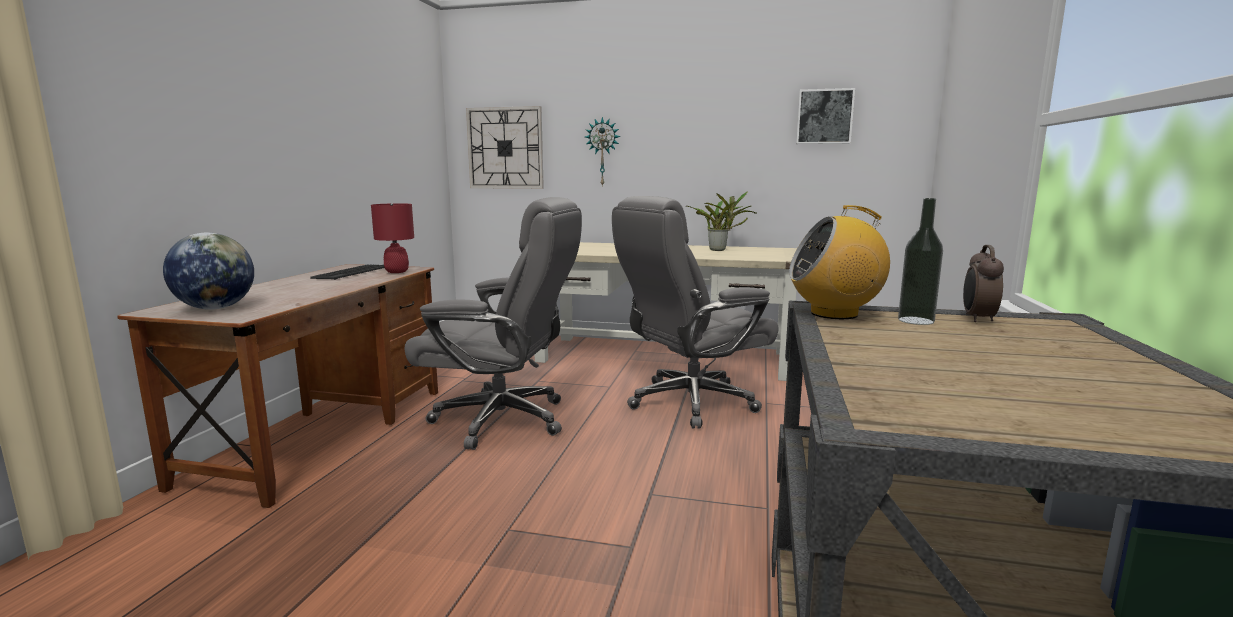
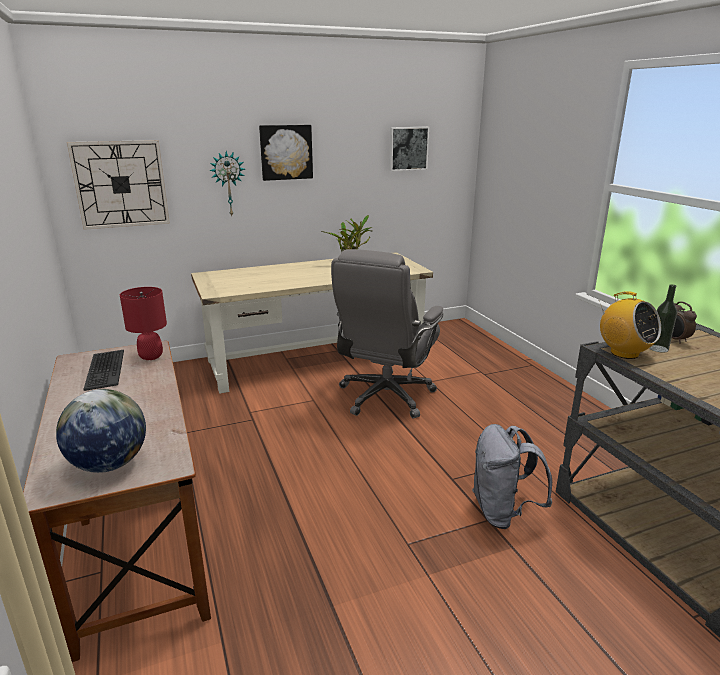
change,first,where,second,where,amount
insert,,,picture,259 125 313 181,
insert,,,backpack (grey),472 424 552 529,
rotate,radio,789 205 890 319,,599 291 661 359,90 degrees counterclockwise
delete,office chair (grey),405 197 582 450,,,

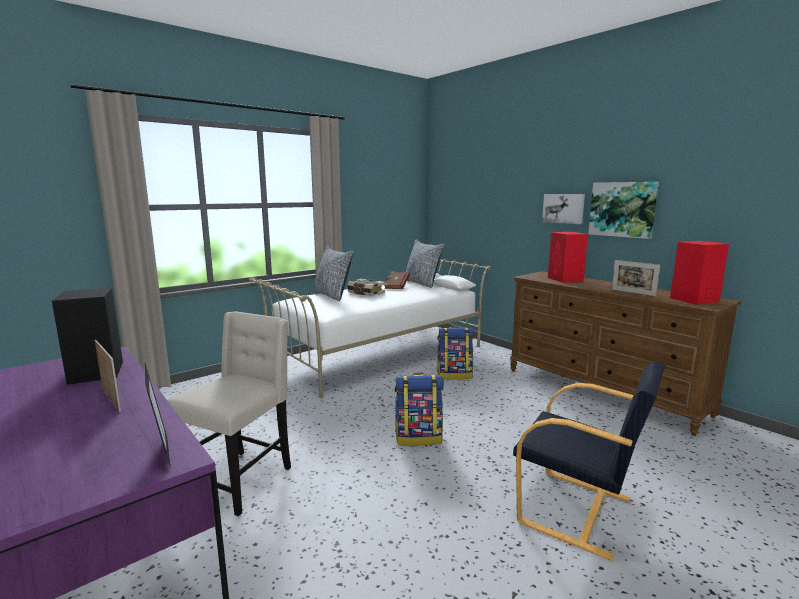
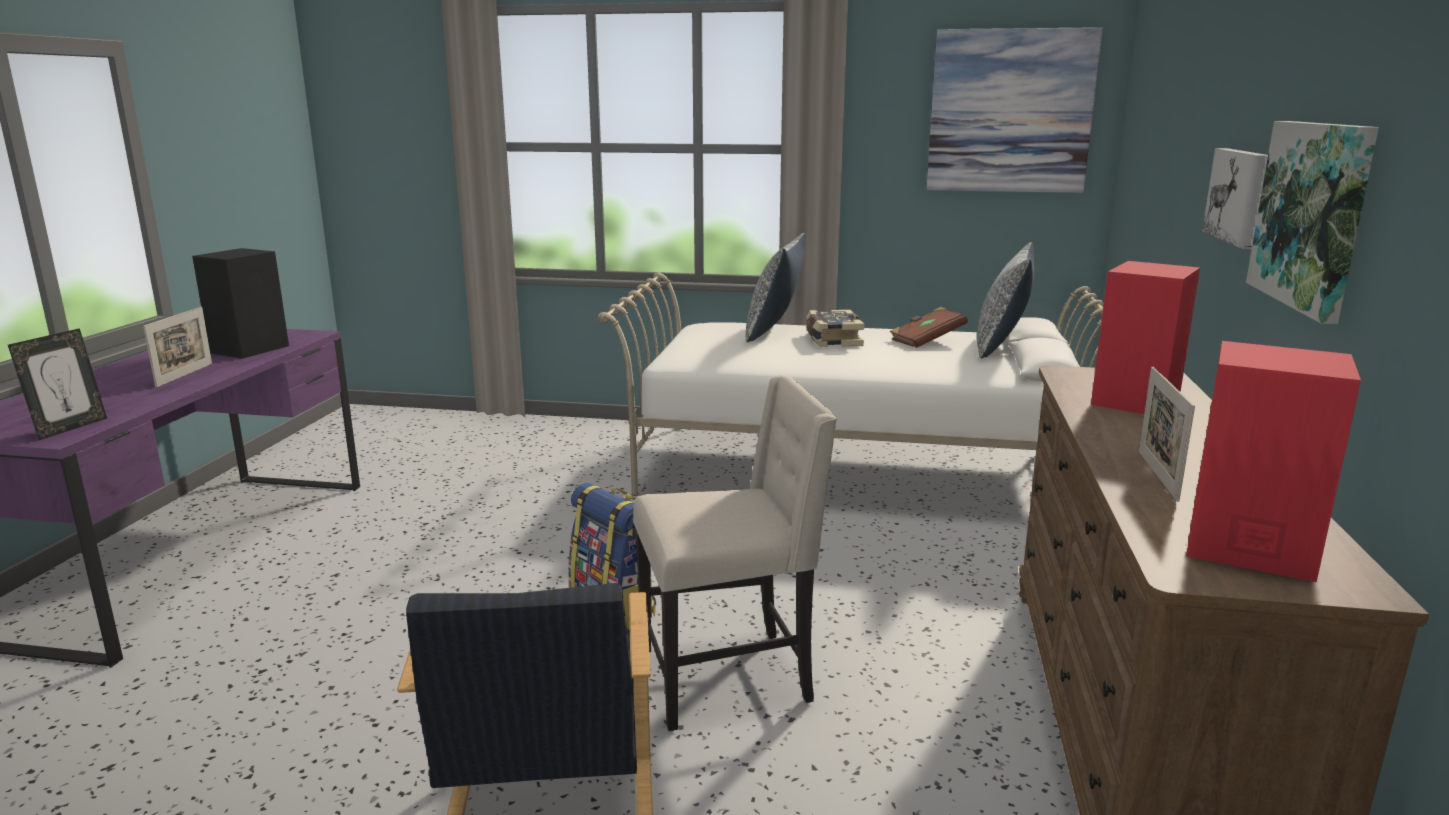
change,first,where,second,where,amount
move,chair (beige),167 311 291 516,,633 375 837 731,
insert,,,picture,927 27 1103 193,
delete,backpack,437 326 474 379,,,

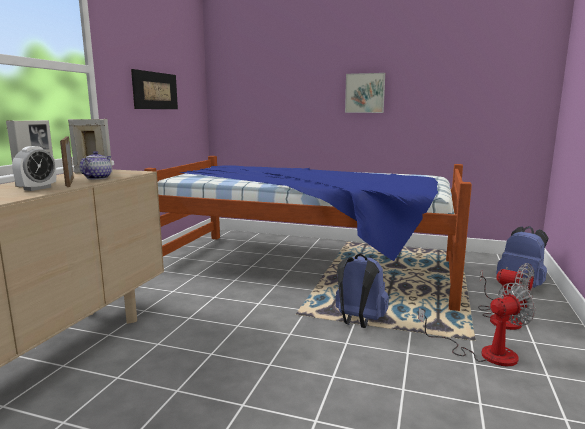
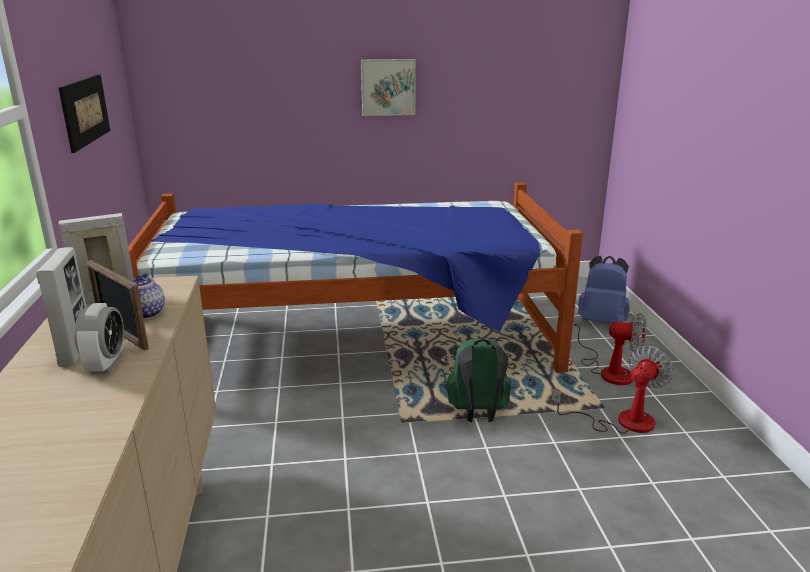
change,first,where,second,where,amount
recolor,backpack (blue),335 254 389 328,backpack (green),447 339 511 422,

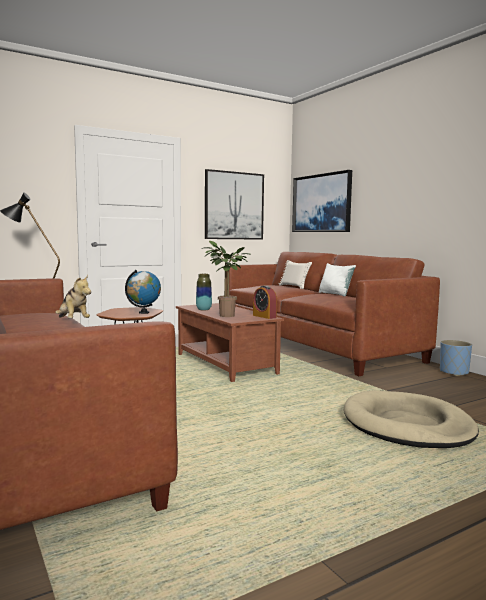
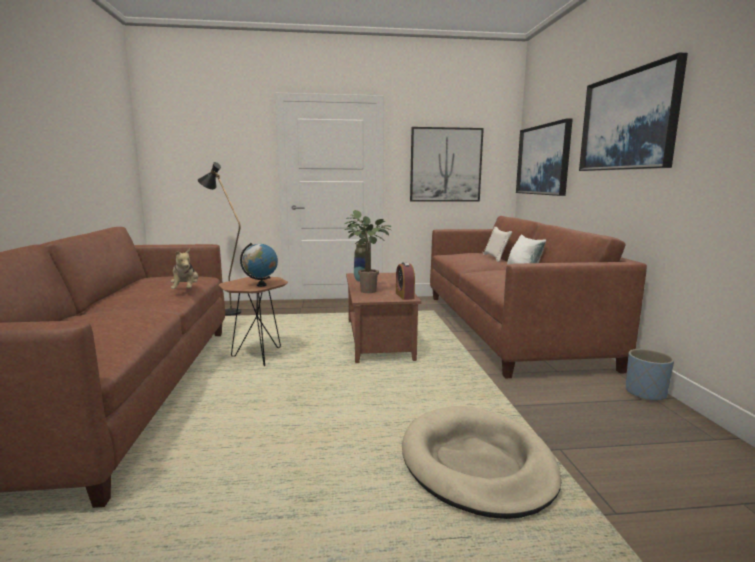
change,first,where,second,where,amount
insert,,,picture,579 53 688 171,

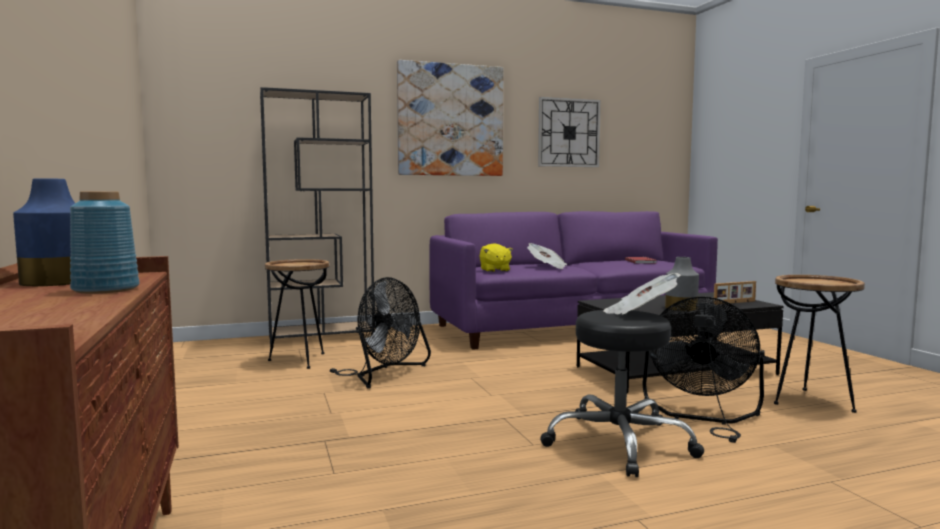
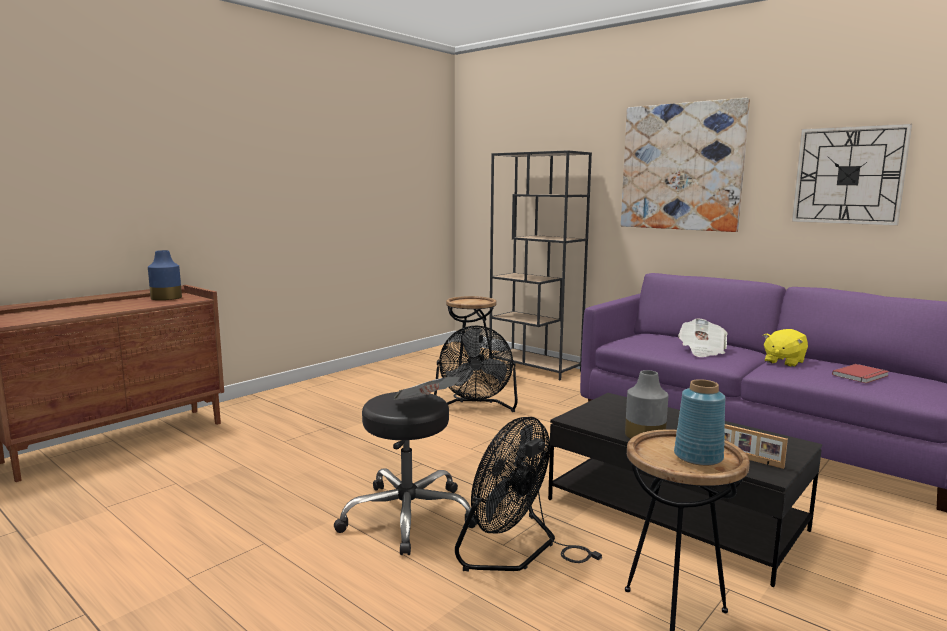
change,first,where,second,where,amount
rotate,fan (black),643 297 765 443,,455 417 603 572,135 degrees counterclockwise
move,vase (blue),70 191 140 294,,674 379 725 466,
move,plush toy (yellow),479 243 513 272,,763 329 808 367,

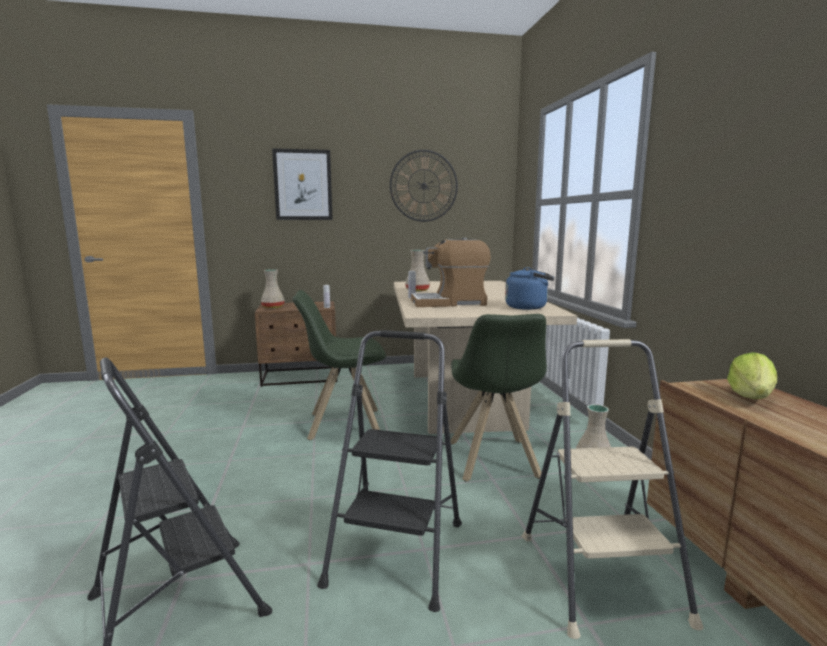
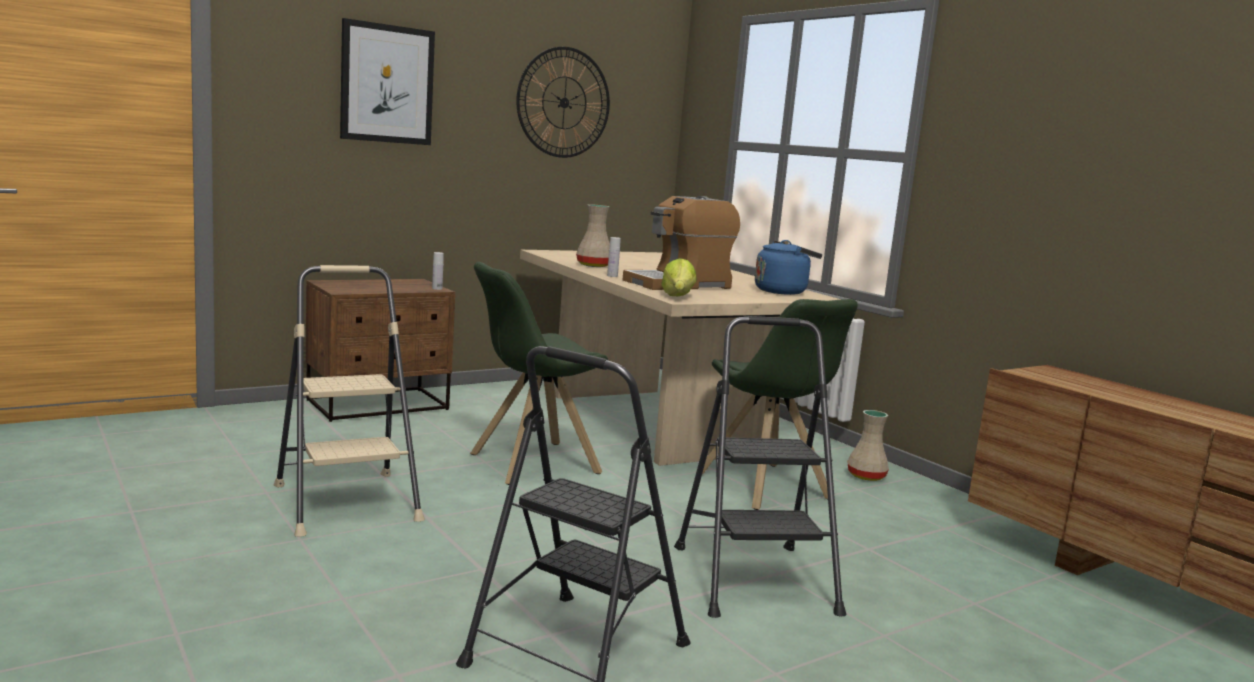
change,first,where,second,where,amount
move,step ladder (beige),522 339 704 639,,273 265 425 537,
move,lettuce,727 352 777 399,,661 258 697 296,
delete,vase (beige),261 269 285 308,,,

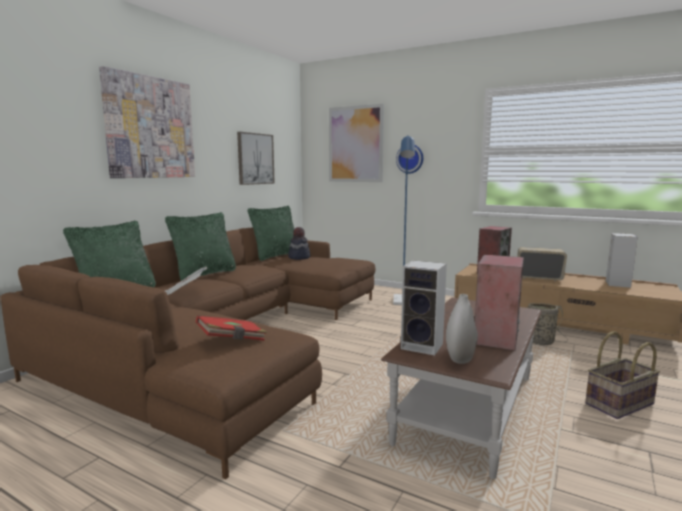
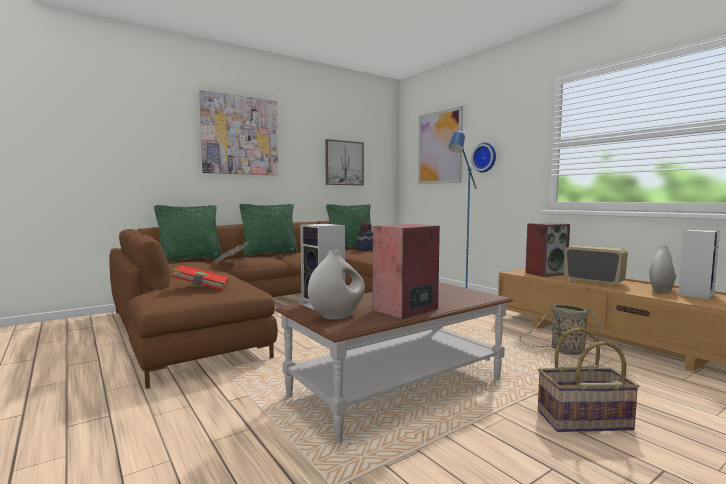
change,first,where,second,where,amount
insert,,,vase (white),649 245 676 292,

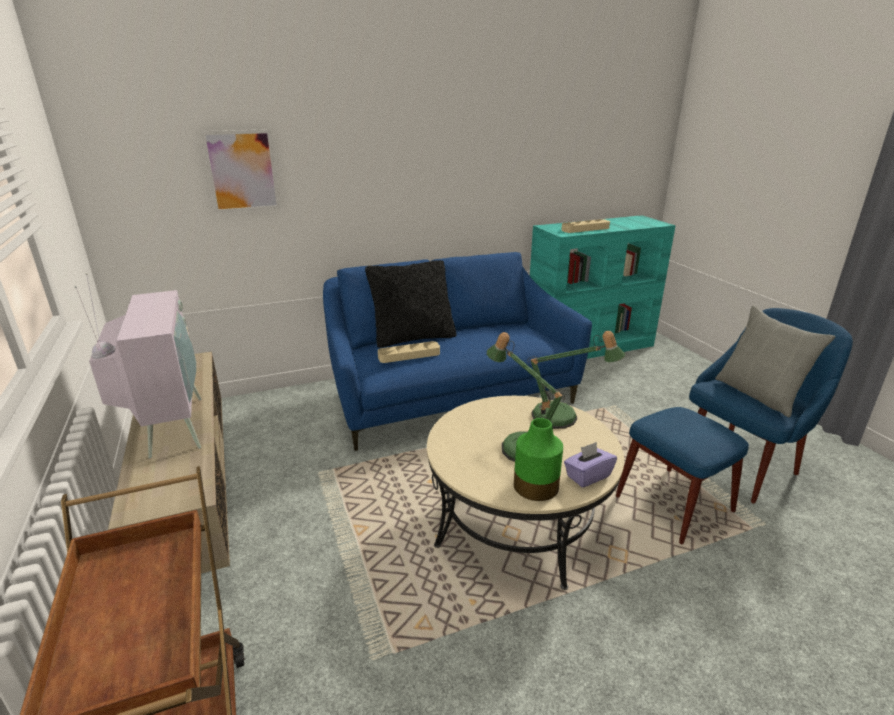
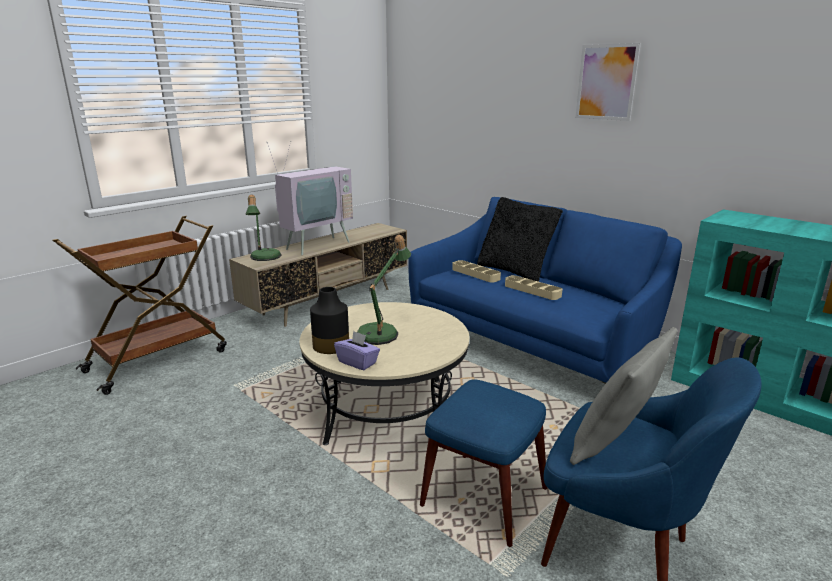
change,first,where,second,where,amount
move,table lamp,527 331 626 429,,246 194 282 261,
recolor,vase (green),514 418 563 501,vase (black),310 287 349 354,
move,tray (beige),561 219 610 233,,505 275 562 300,
move,picture,201 129 281 213,,576 43 641 121,

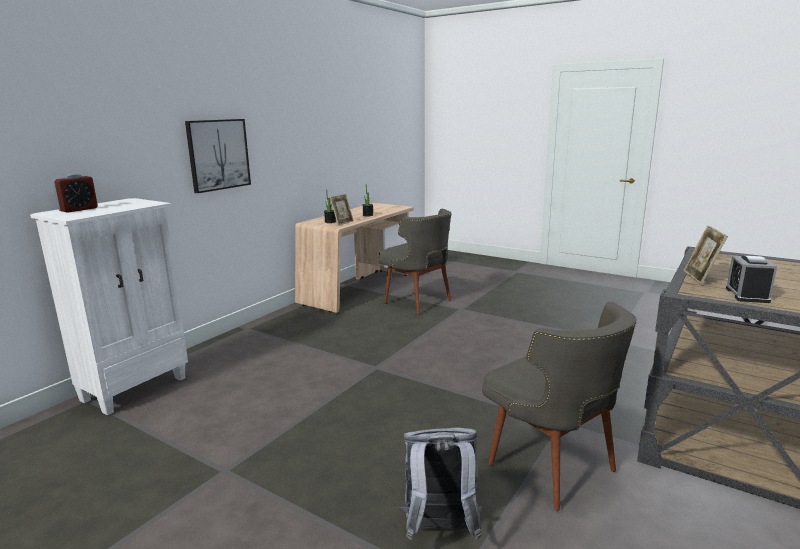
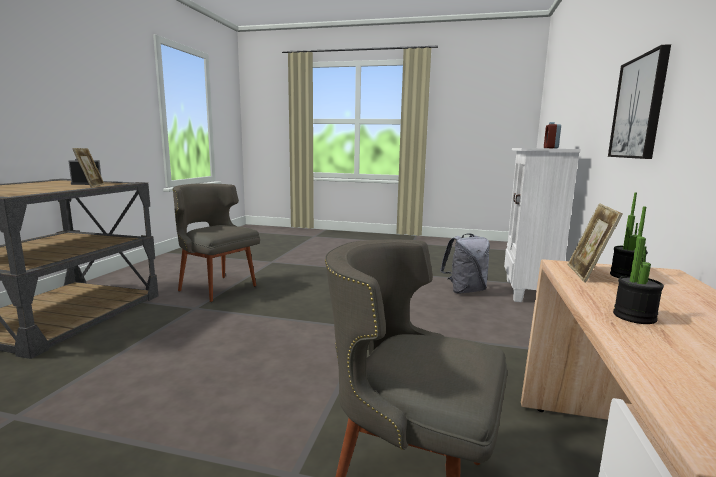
change,first,where,second,where,amount
move,backpack (grey),399 427 483 540,,440 233 490 294,

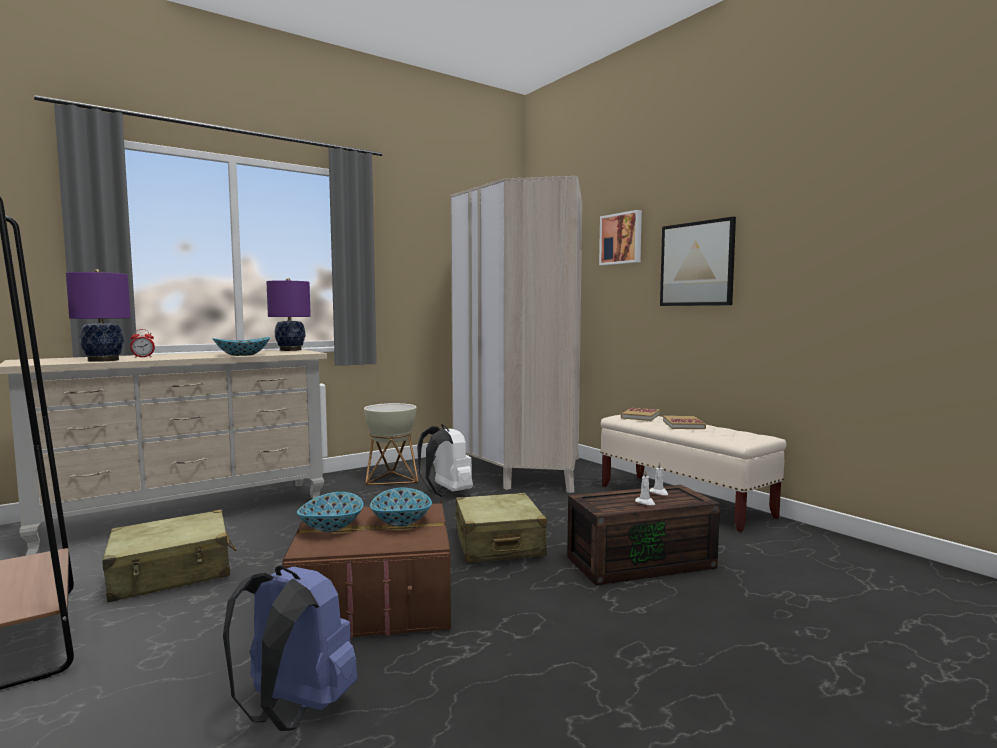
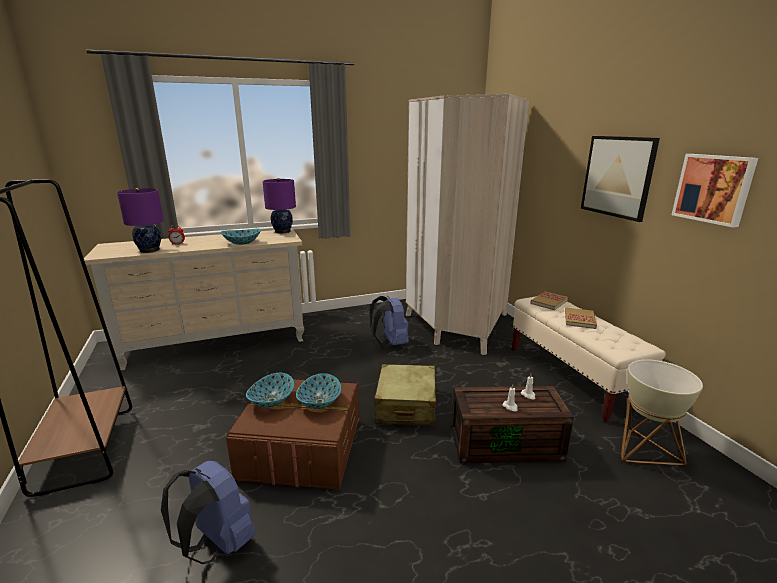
change,first,where,second,where,amount
recolor,backpack (white),417 424 473 497,backpack (blue),369 296 409 347,
move,planter,364 403 418 485,,621 359 703 466,
move,picture,599 210 642 265,,672 154 758 227,
delete,suitcase (beige),102 510 237 602,,,

